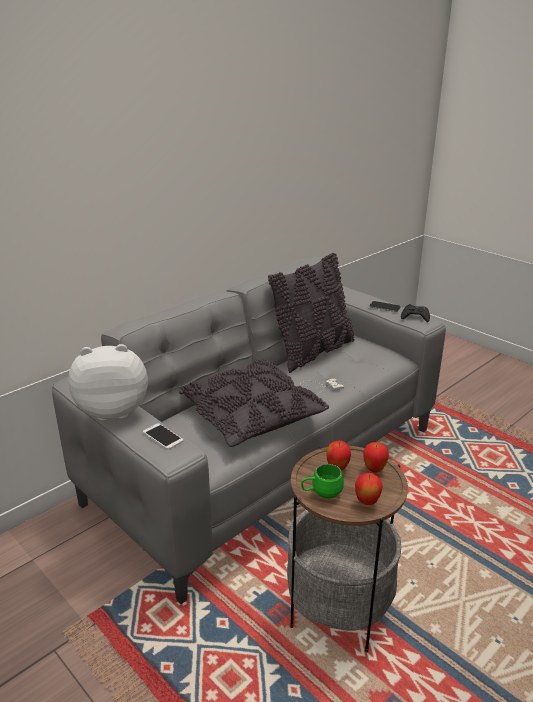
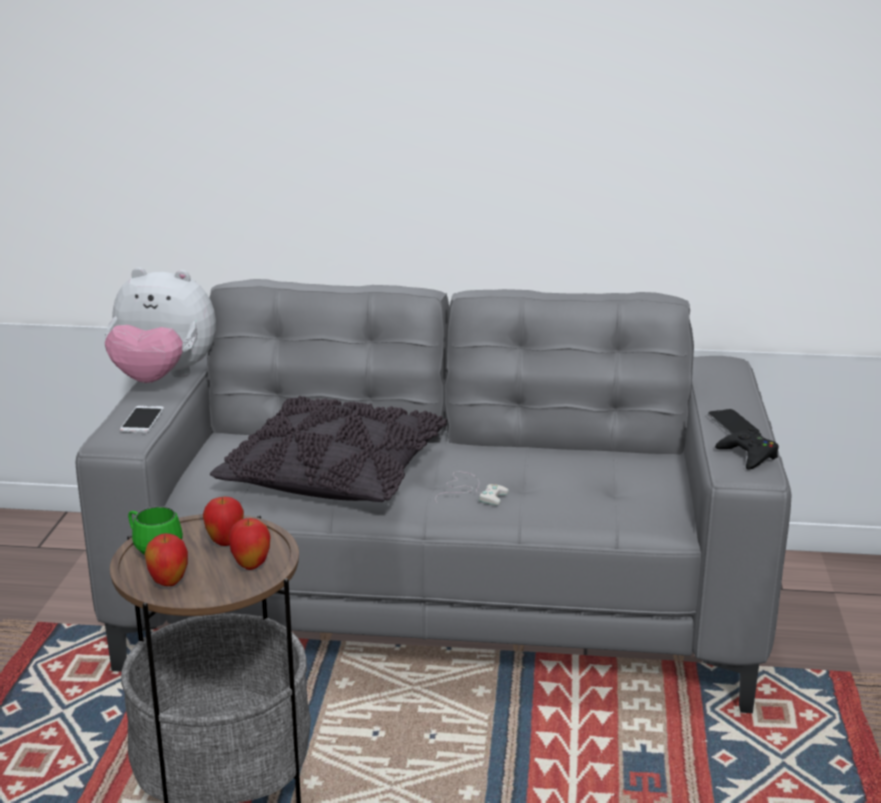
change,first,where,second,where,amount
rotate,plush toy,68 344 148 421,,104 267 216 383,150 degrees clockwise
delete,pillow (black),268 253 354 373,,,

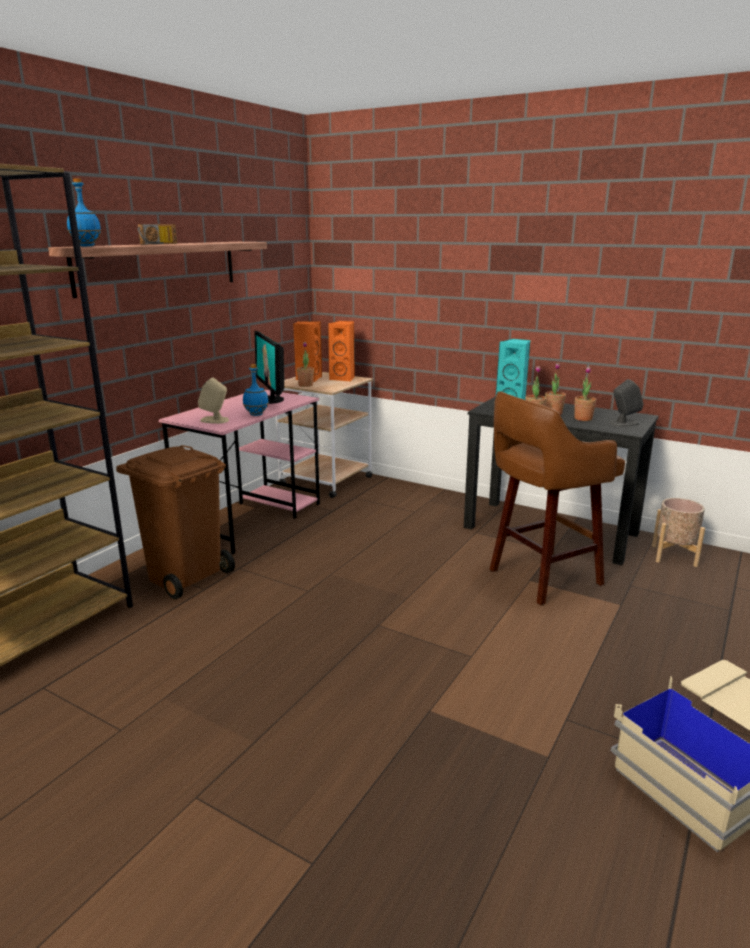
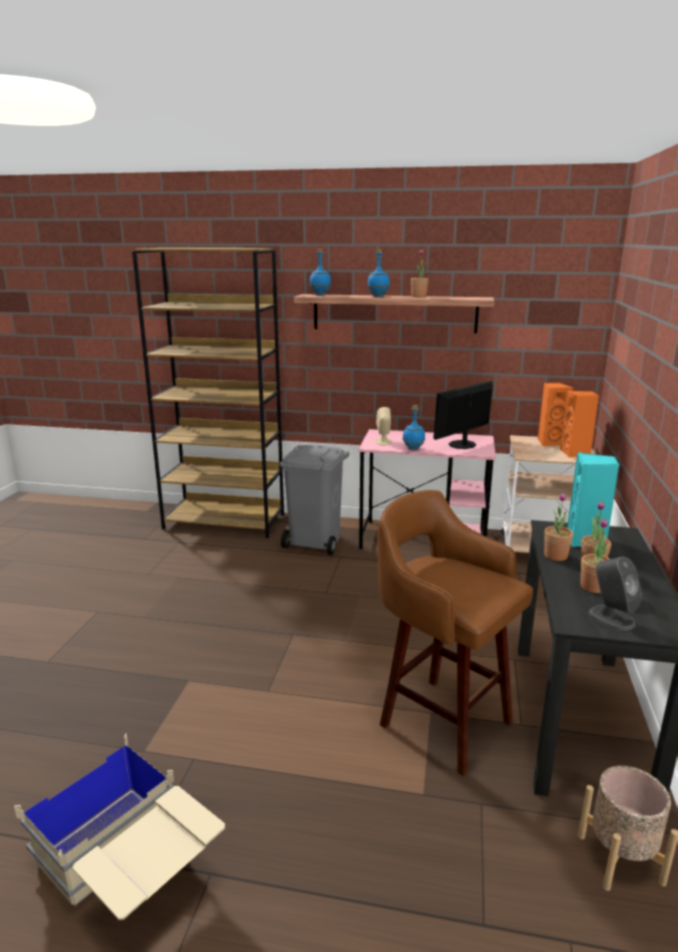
change,first,where,second,where,amount
recolor,trash can (brown),116 445 235 599,trash can (grey),280 445 349 555,
replace,radio,138 224 177 245,bottle (blue),367 250 390 297,
move,potted plant,297 342 314 387,,411 250 429 297,

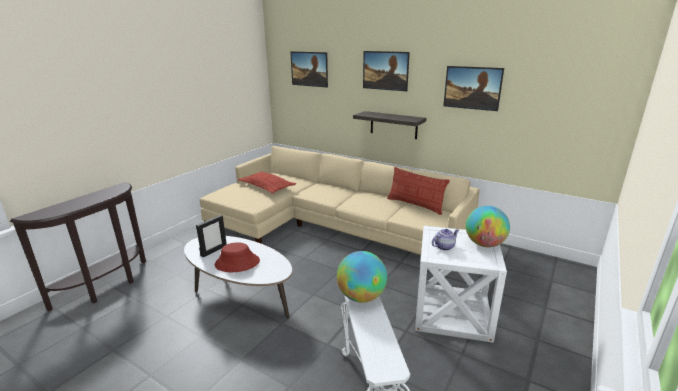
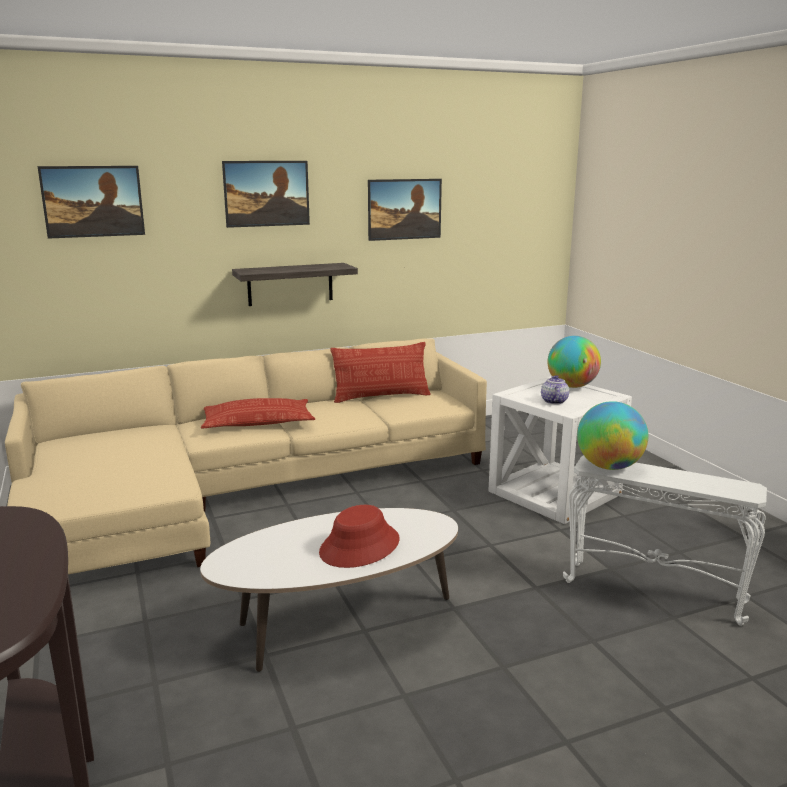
change,first,where,second,where,amount
move,pillow,238 171 296 194,,201 398 315 429,
delete,picture frame,196 215 227 257,,,

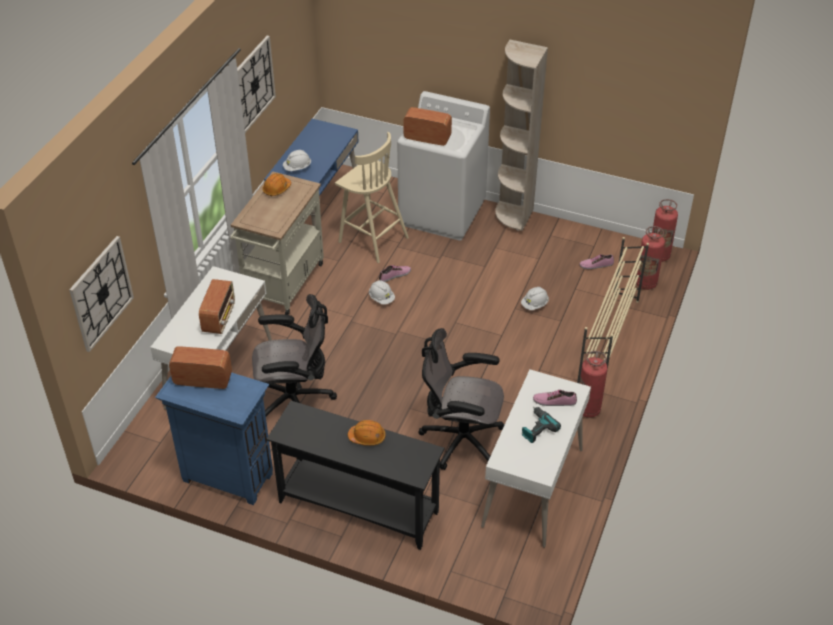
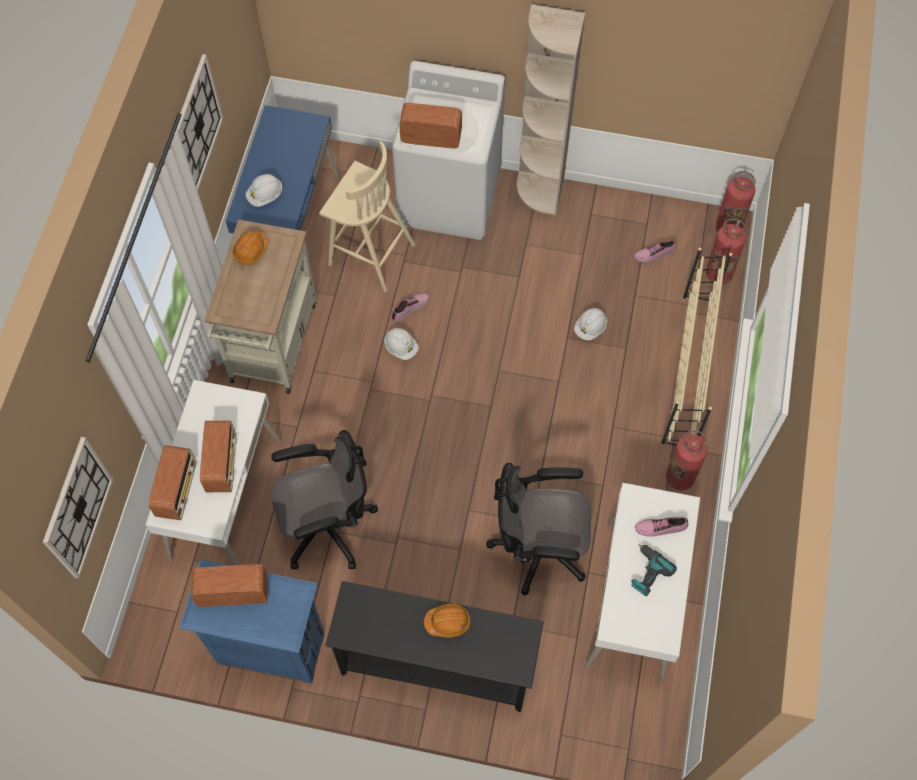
change,first,where,second,where,amount
insert,,,radio,148 445 196 520,

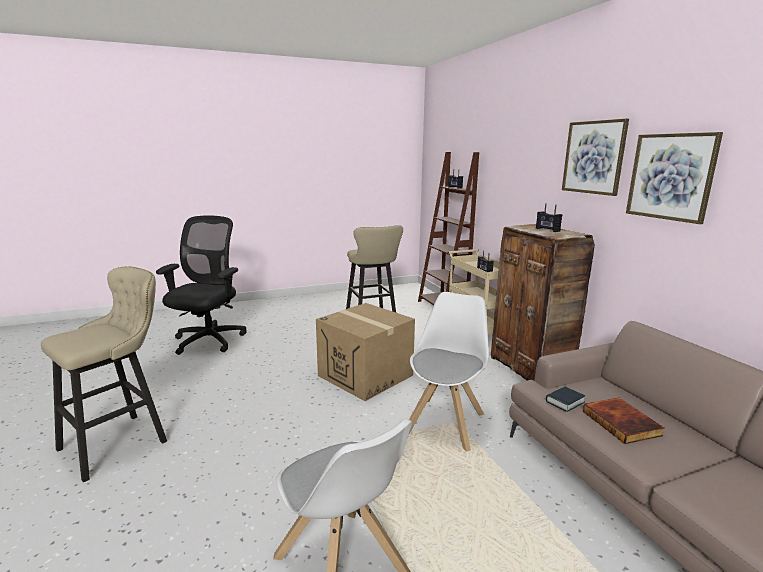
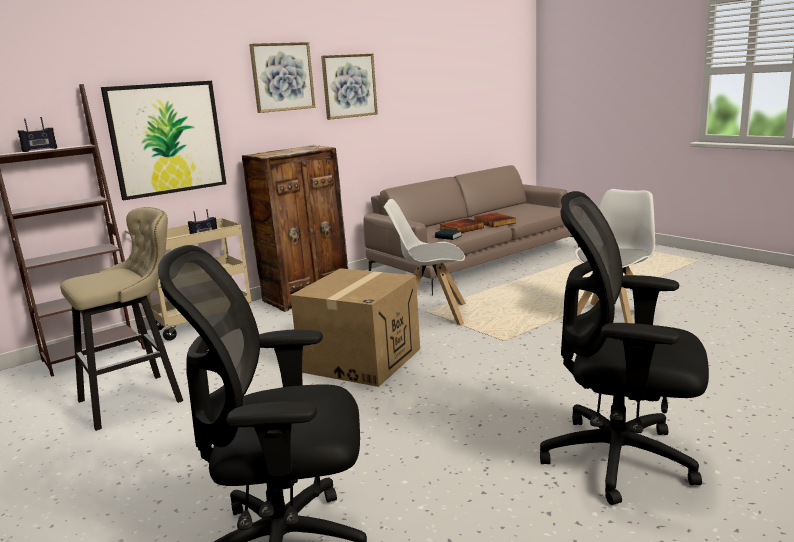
change,first,where,second,where,amount
insert,,,picture,101 81 226 200,
insert,,,book,474 212 516 227,
replace,stool (beige),41 266 167 482,office chair (black),540 191 709 505,
delete,radio,536 203 562 232,,,

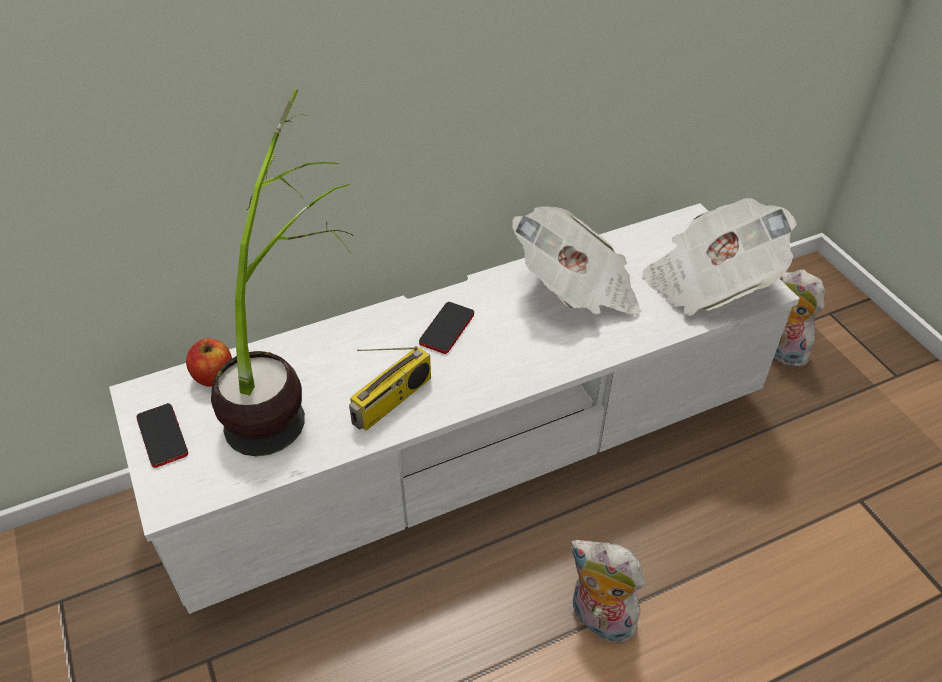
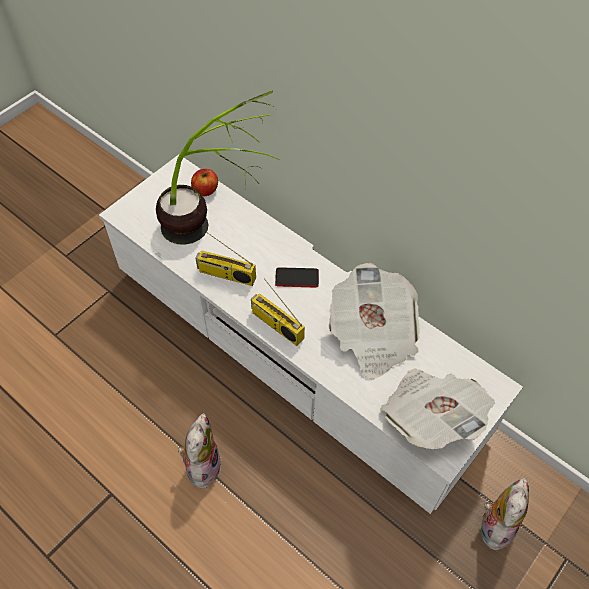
change,first,where,second,where,amount
insert,,,radio,251 278 305 346,
delete,phone,136 403 188 468,,,

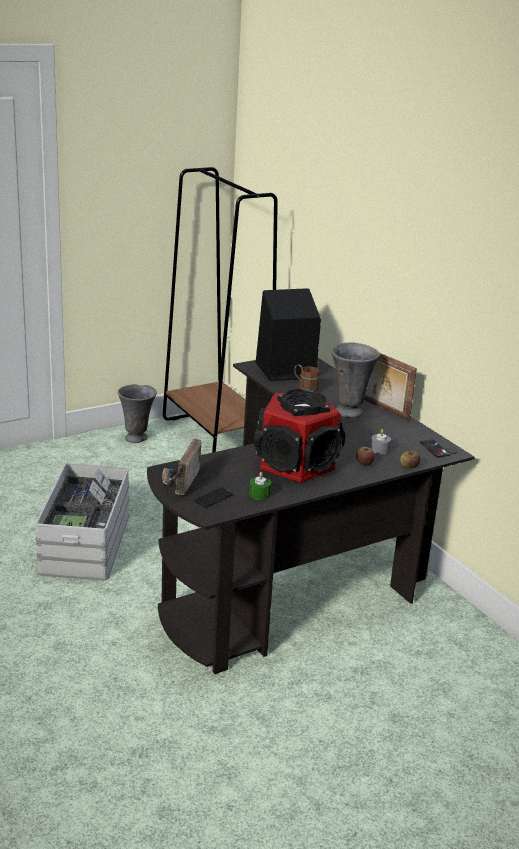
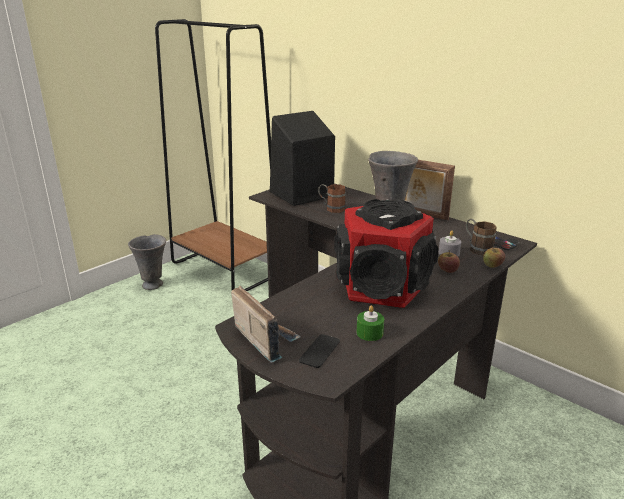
change,first,where,second,where,amount
rotate,radio,162 438 201 495,,231 286 300 363,150 degrees clockwise
insert,,,mug (brown),466 219 497 256,
delete,storage box (grey),34 463 129 581,,,

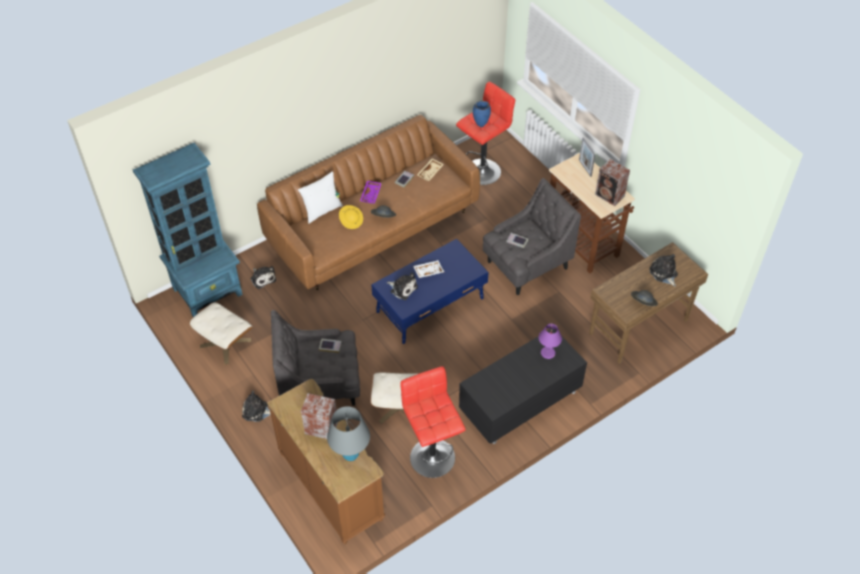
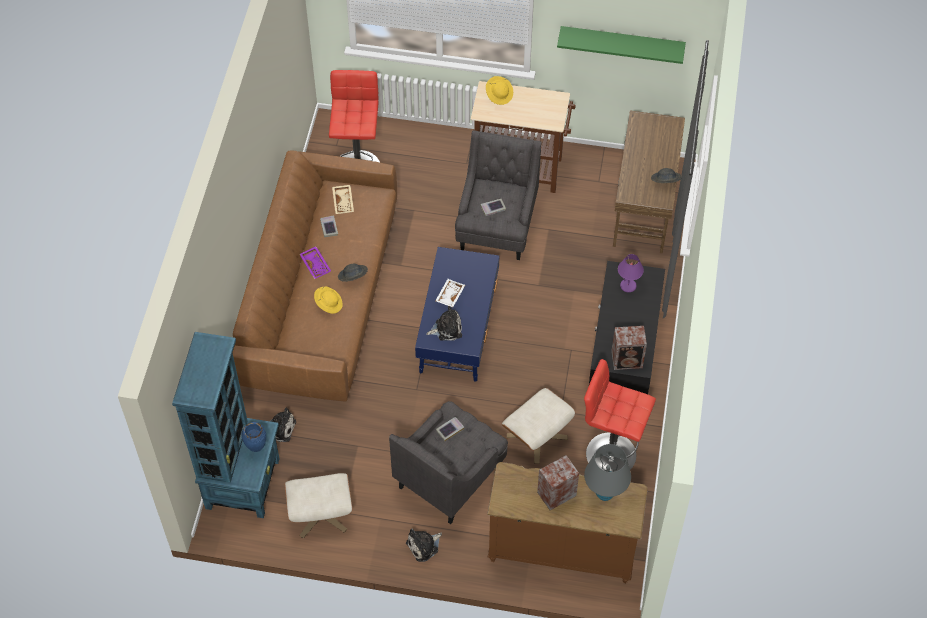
change,first,where,second,where,amount
move,vase (blue),473 101 491 127,,242 422 266 452,
replace,picture frame,579 138 595 177,hat (yellow),486 76 513 105,
insert,,,shelf (green),557 26 686 64,
move,speaker,595 159 630 206,,611 326 647 370,
delete,pillow (white),298 171 343 224,,,
delete,plush toy,650 254 678 287,,,

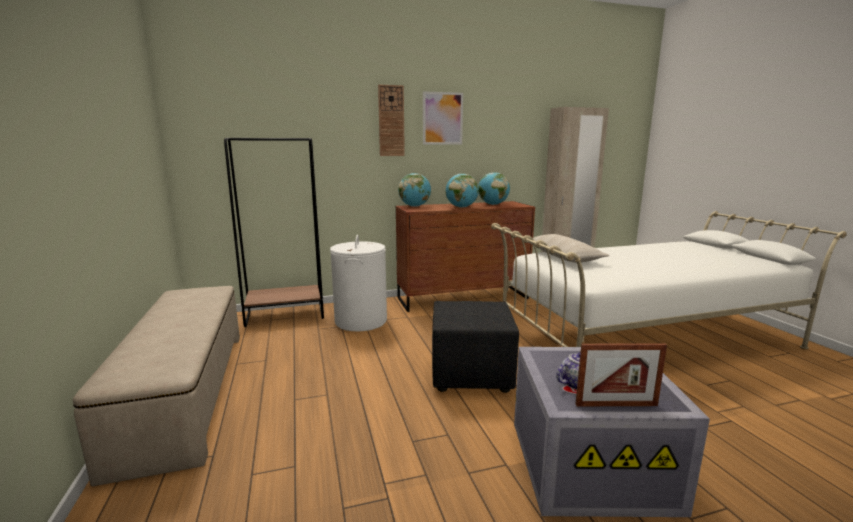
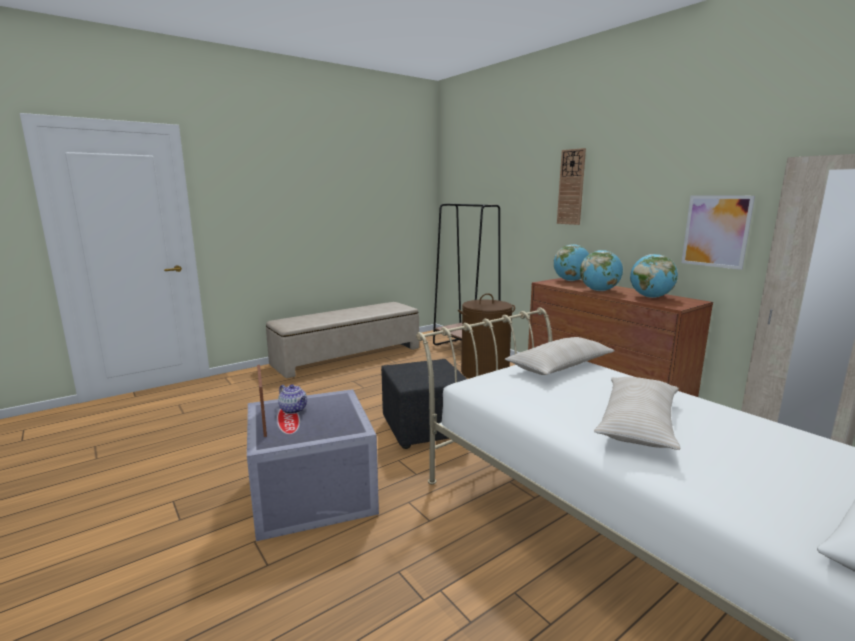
change,first,where,second,where,amount
recolor,laundry basket (white),330 235 387 331,laundry basket (brown),458 293 515 379,
insert,,,pillow (beige),594 377 680 450,
move,picture,423 91 463 145,,681 195 755 270,

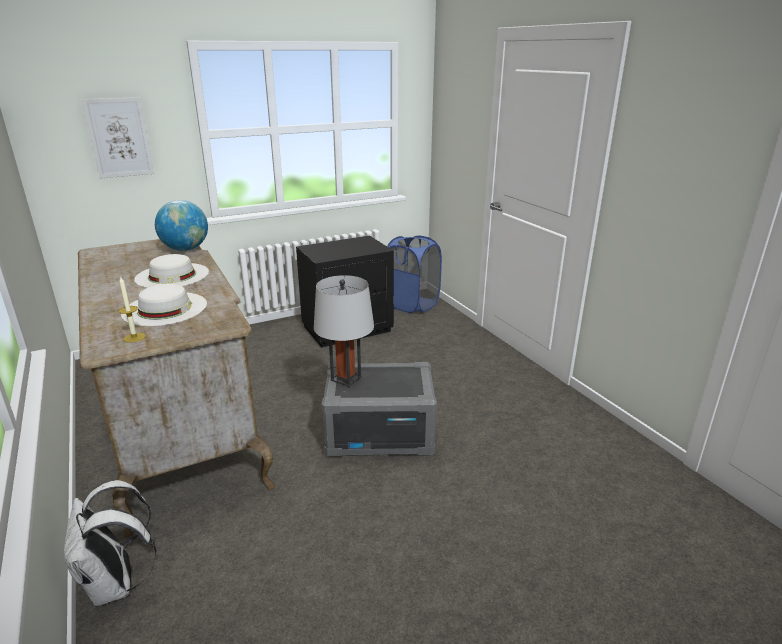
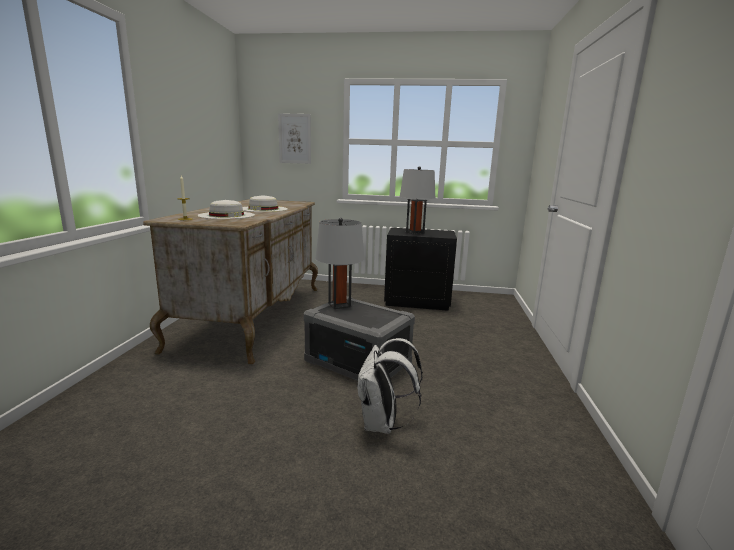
change,first,where,second,where,amount
move,backpack (white),64 480 157 606,,357 338 423 434,
insert,,,table lamp (grey),400 166 435 235,
delete,globe,155 200 208 251,,,
delete,laundry basket (blue),387 235 442 313,,,

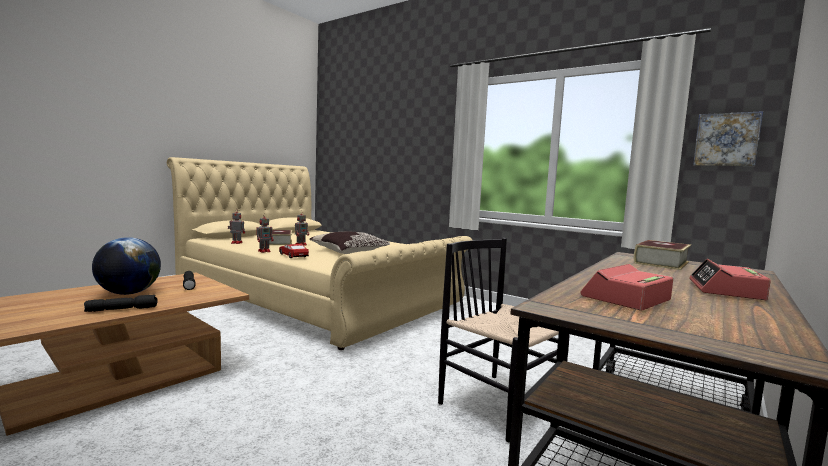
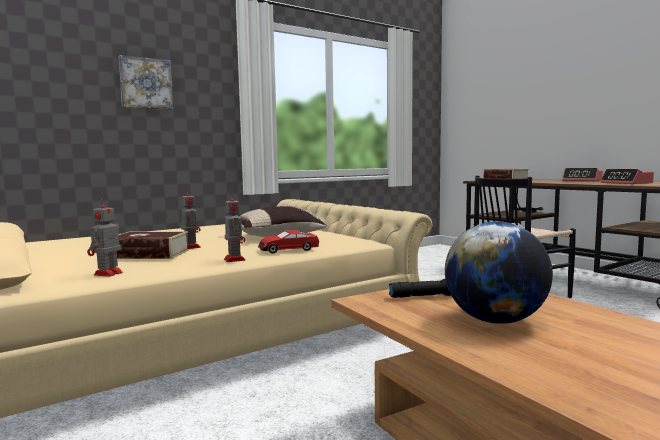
change,first,where,second,where,amount
move,picture,693 111 763 166,,119 55 174 110,
delete,flashlight (black),84 295 157 312,,,

